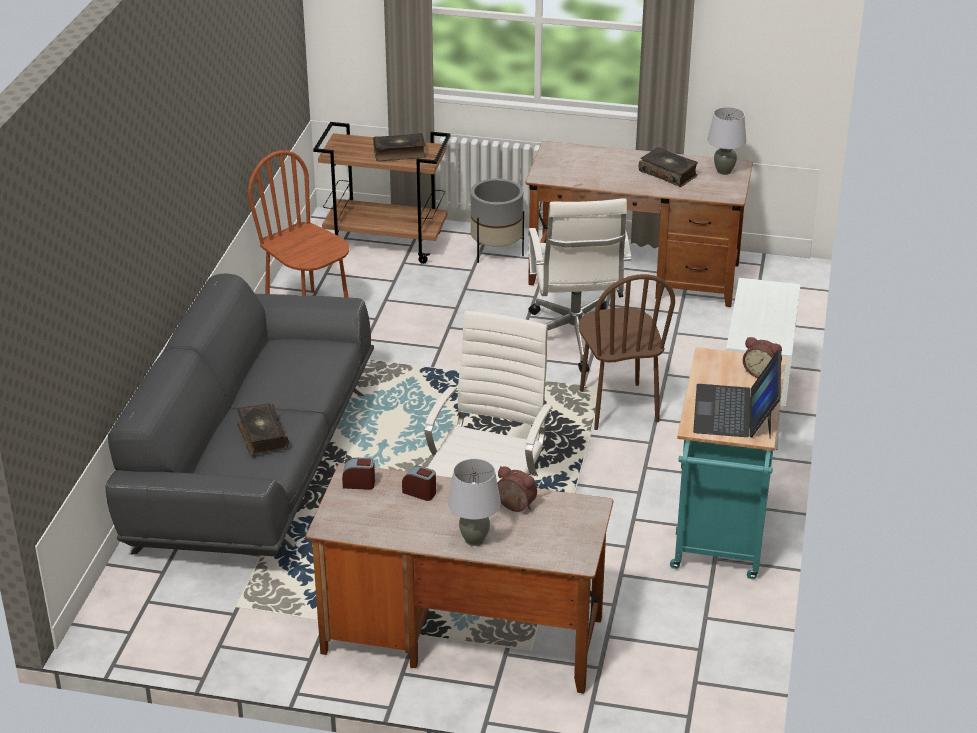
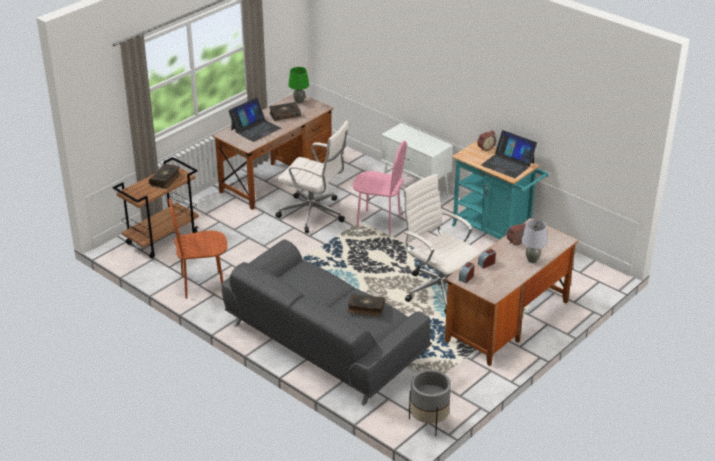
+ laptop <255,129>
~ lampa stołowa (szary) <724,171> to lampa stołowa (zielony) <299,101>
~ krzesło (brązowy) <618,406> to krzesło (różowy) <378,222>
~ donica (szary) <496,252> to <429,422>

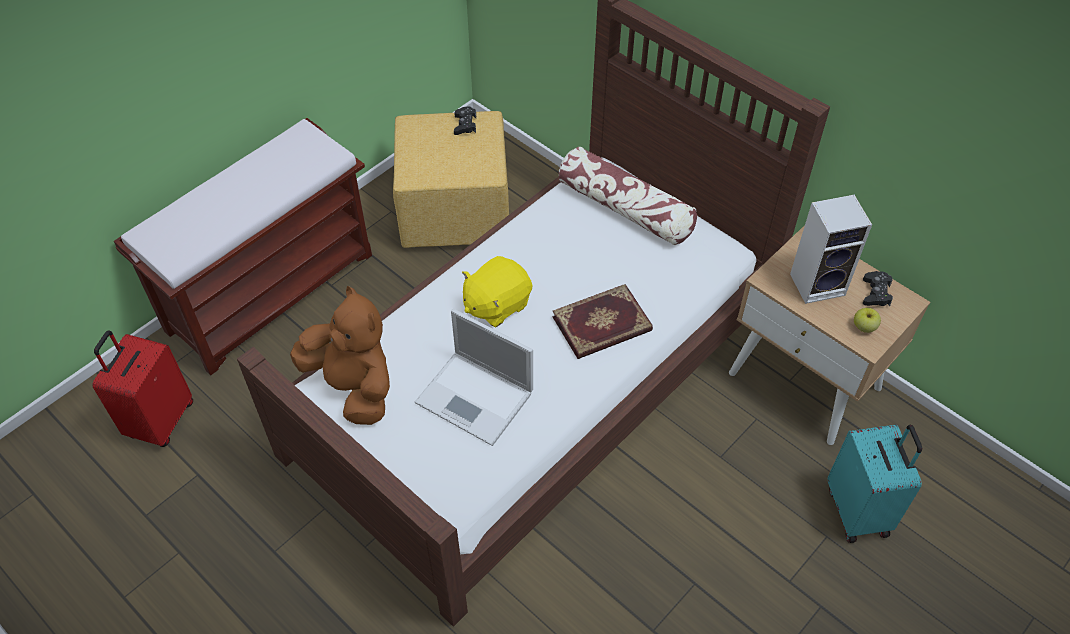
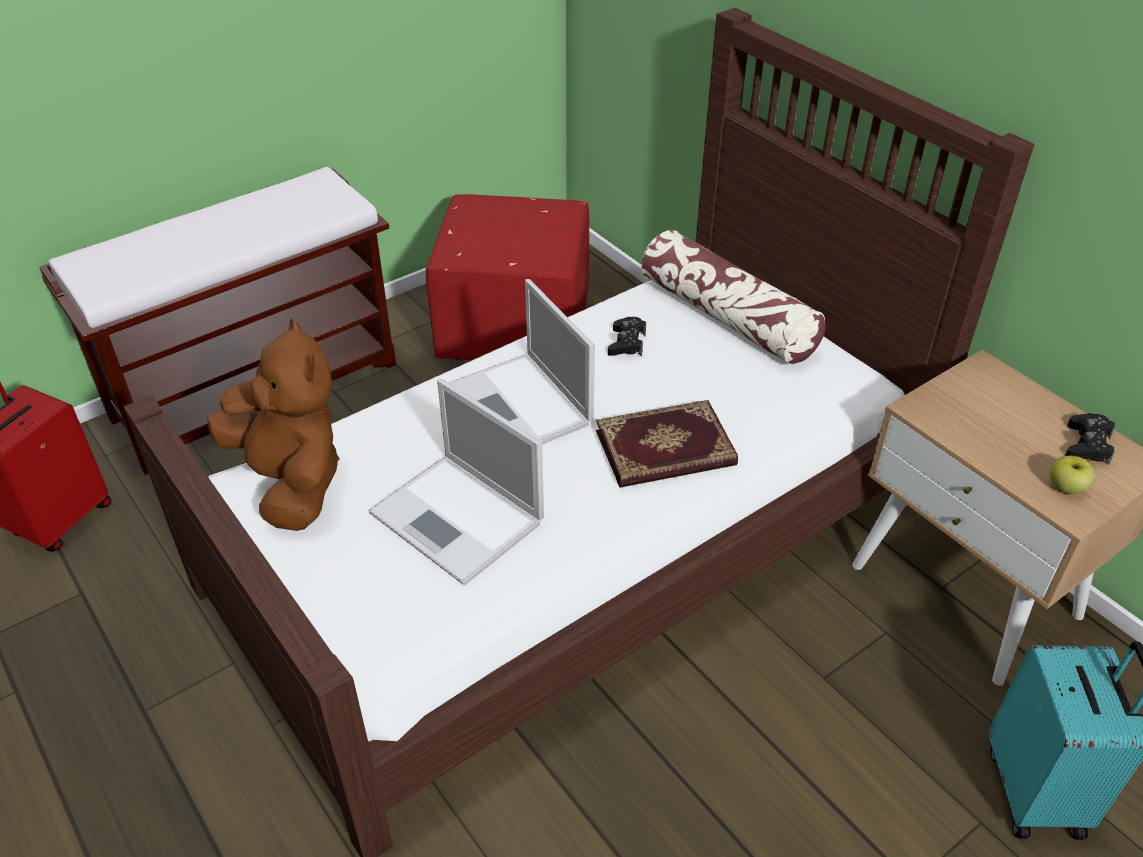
~ pufa (żółty) <455,211> to pufa (czerwony) <515,328>
~ pluszak (żółty) <496,304> to laptop <521,406>
~ pad do gier (czarny) <465,124> to <627,343>
- głośnik <819,283>

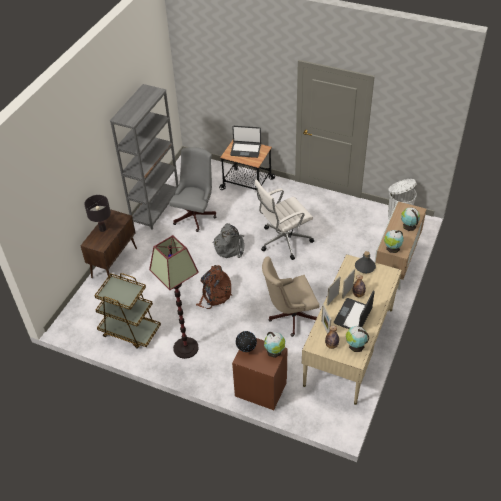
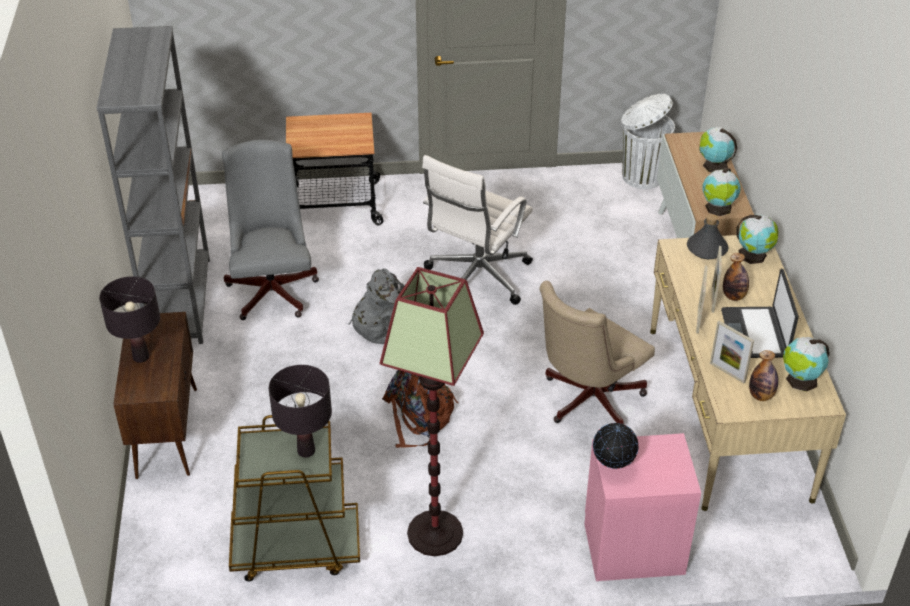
+ lampa stołowa (czarny) <306,451>
~ szafka nocna (brązowy) <261,389> to szafka nocna (różowy) <633,547>
~ globus <274,351> to <754,255>
- laptop <245,150>

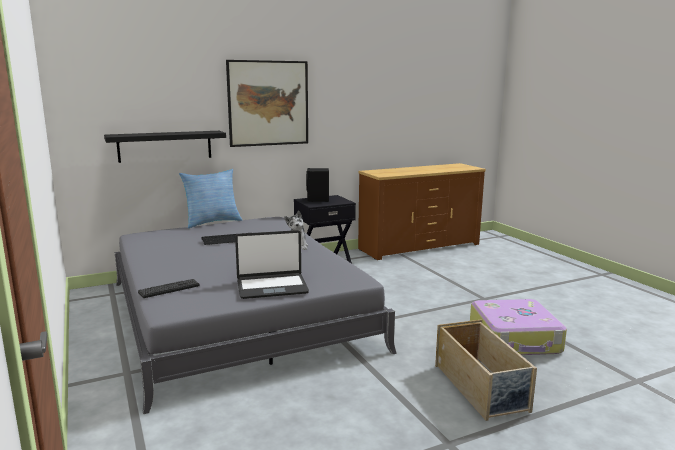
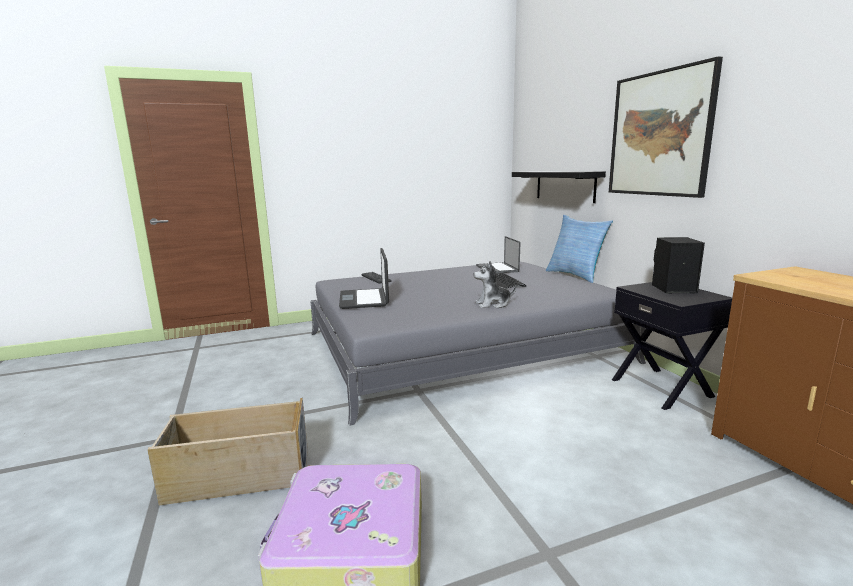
+ laptop <497,269>

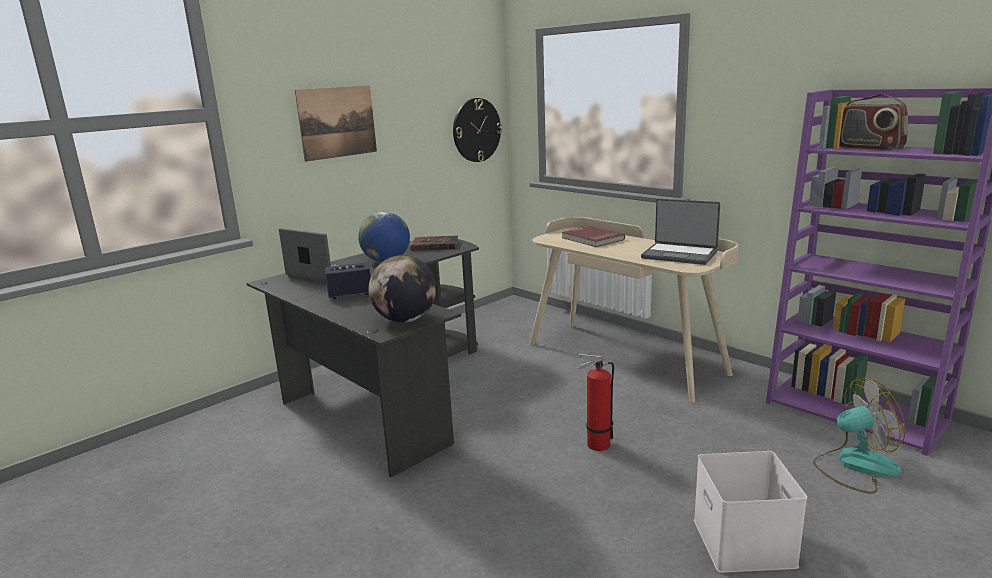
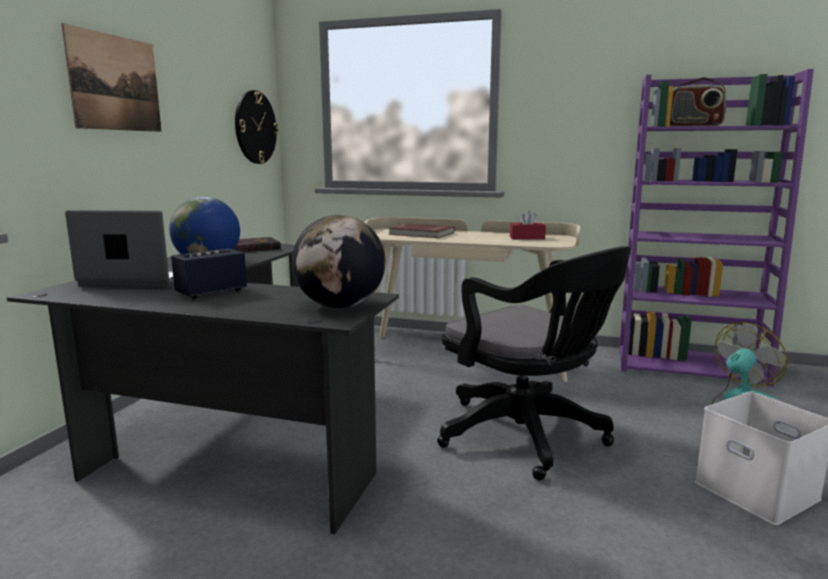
~ gaśnica <595,445> to krzesło biurowe (czarny) <528,437>
~ laptop <679,255> to pudełko chusteczek (czerwony) <527,238>

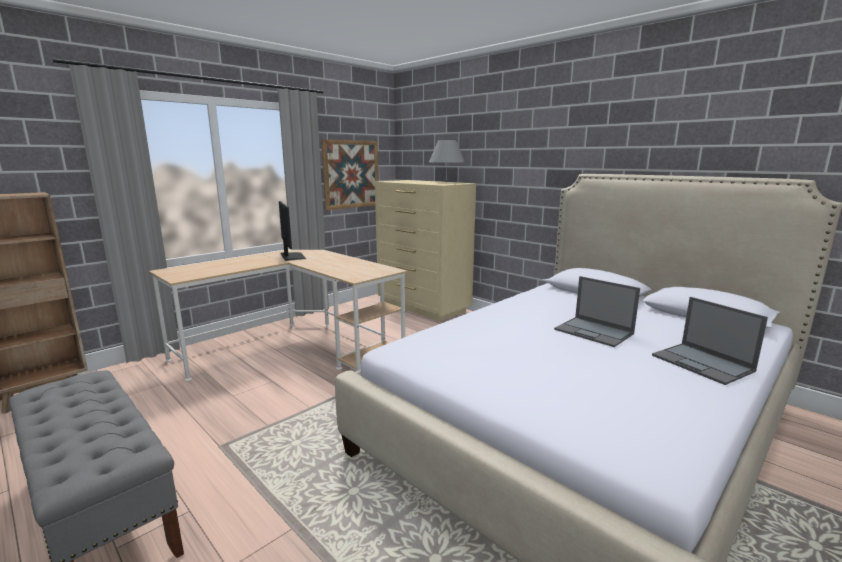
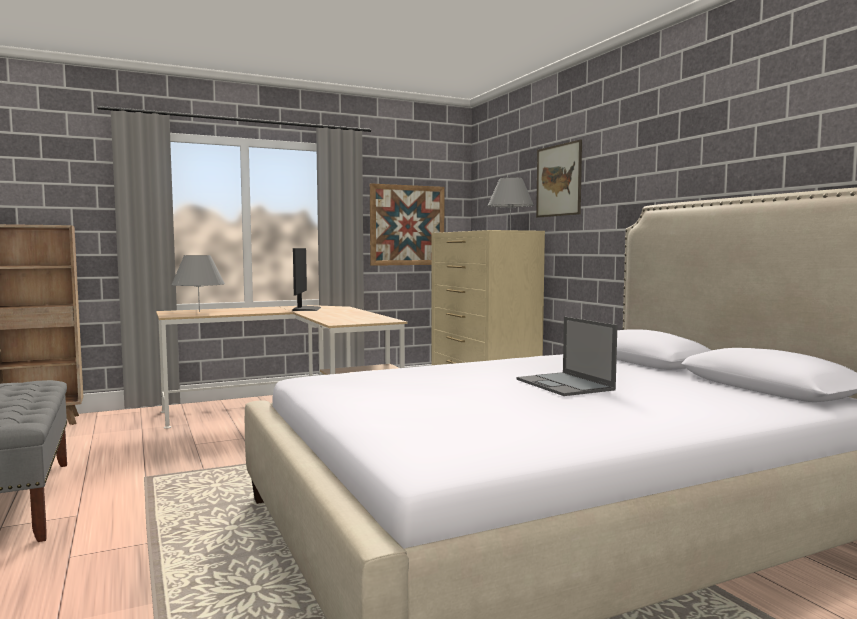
+ lampa stołowa (szary) <199,311>
+ obraz <558,180>
- laptop <703,363>

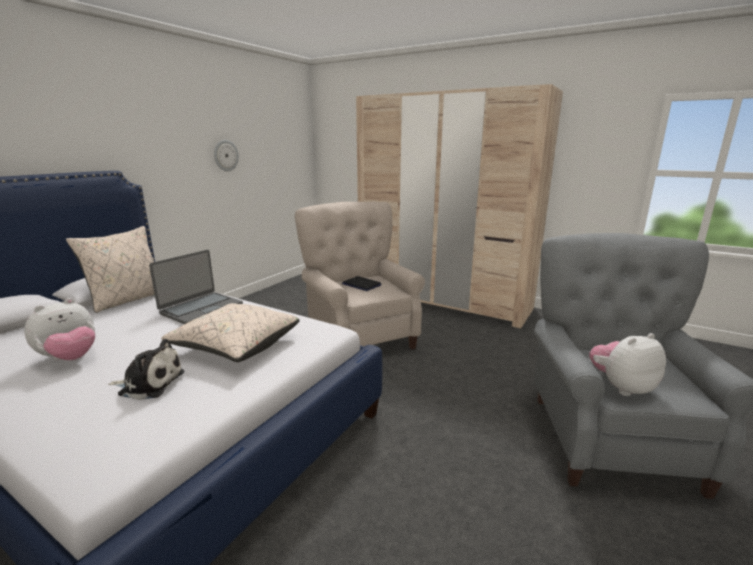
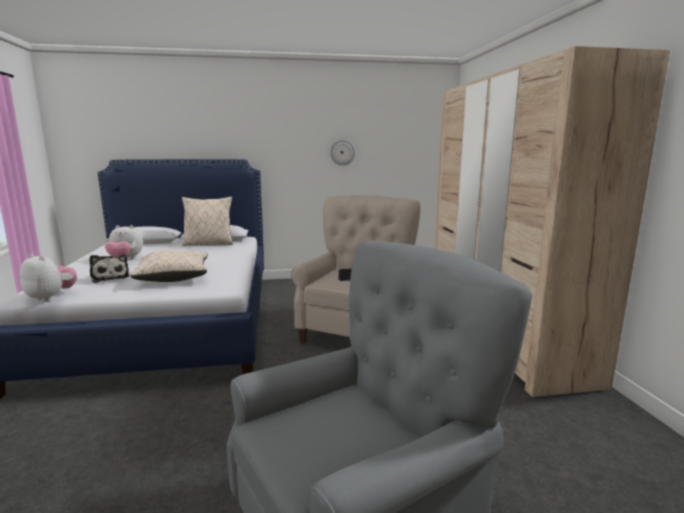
~ pluszak <621,387> to <51,297>
- laptop <201,309>

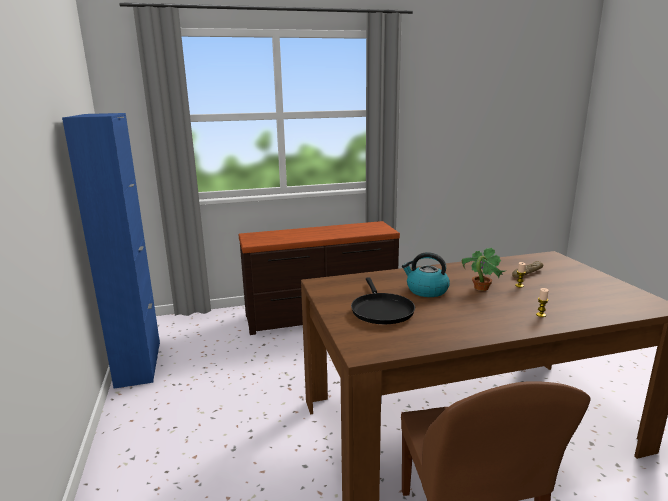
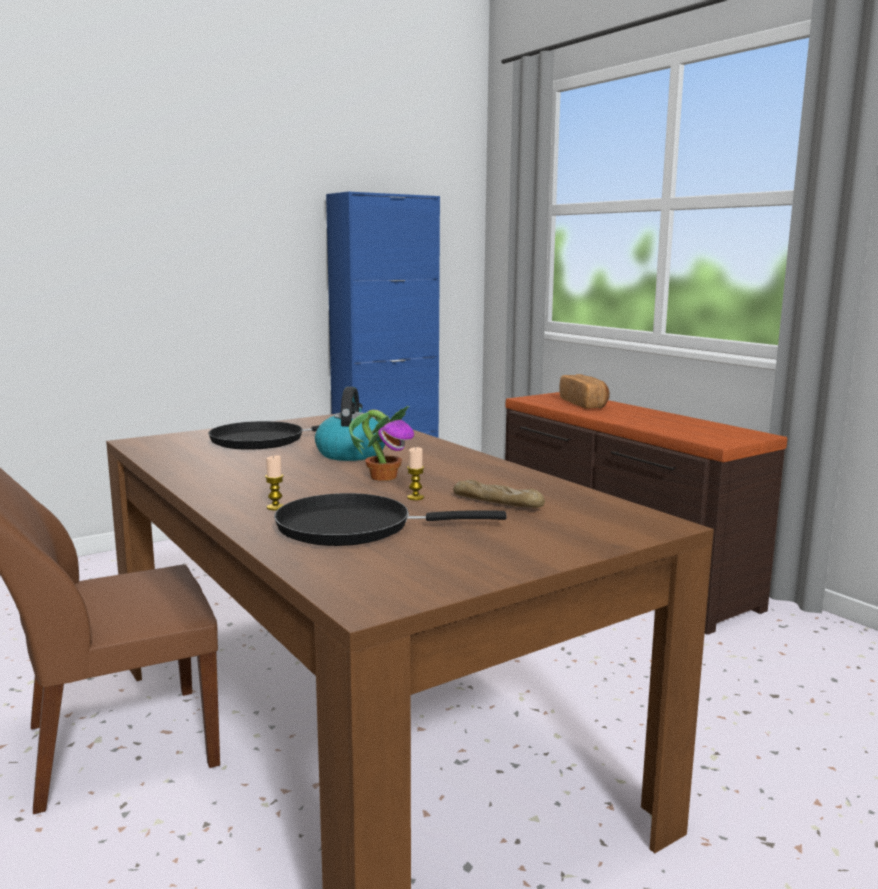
+ patelnia (czarny) <354,527>
+ chleb <584,404>

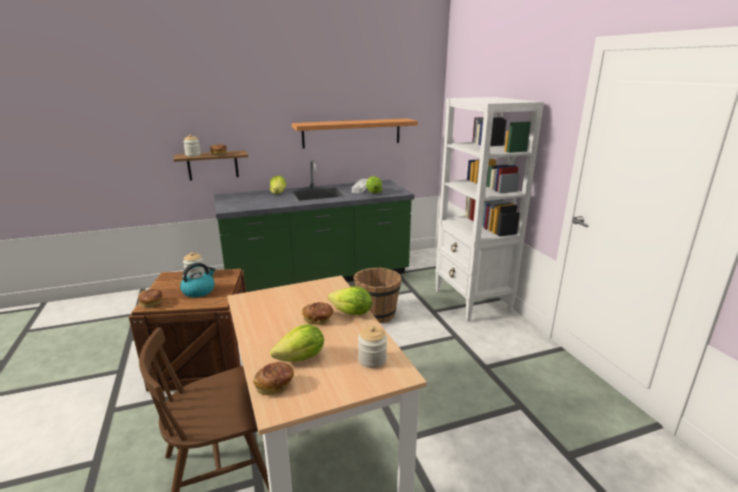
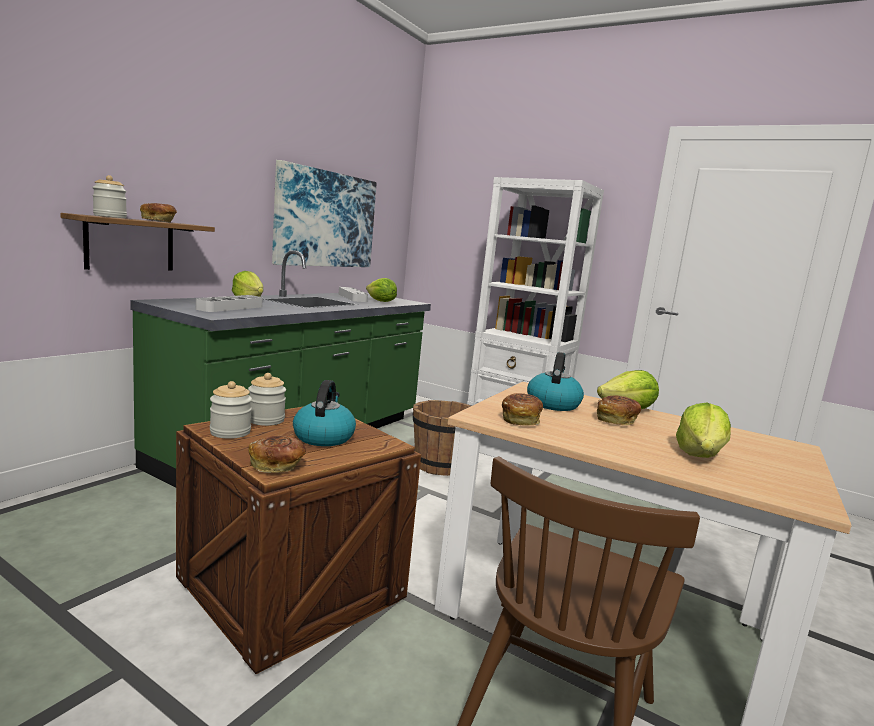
+ taca (szary) <230,308>
~ słoik <372,359> to <230,432>
~ półka <352,133> to obraz <326,219>
~ chleb <275,385> to <521,420>
+ czajnik <552,404>

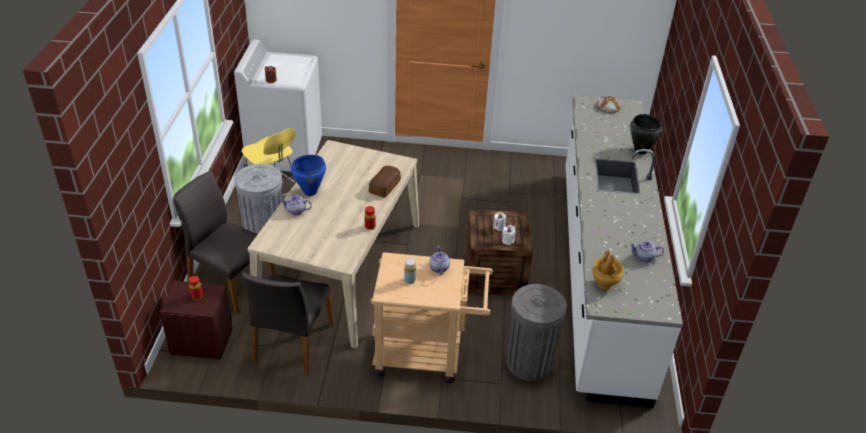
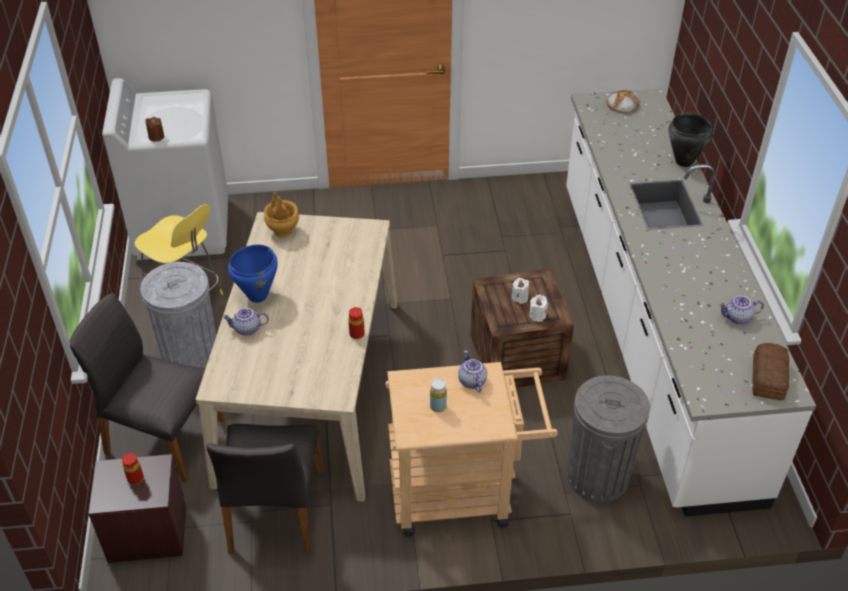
~ wazon (brązowy) <604,284> to <282,231>
~ chleb <385,186> to <769,377>

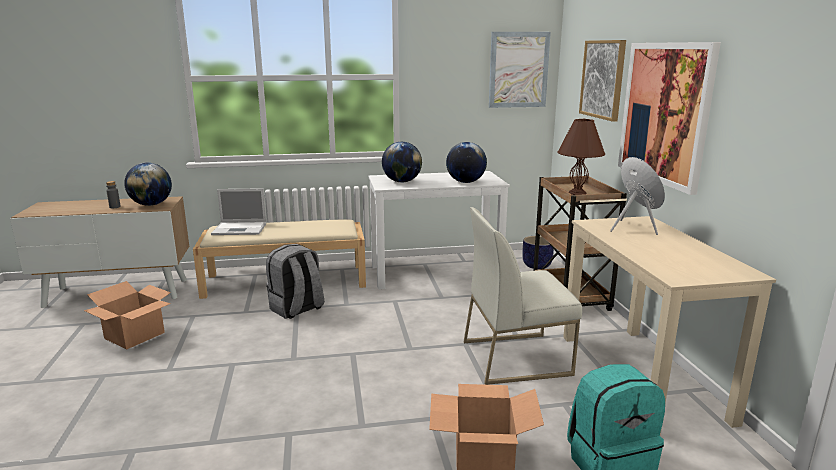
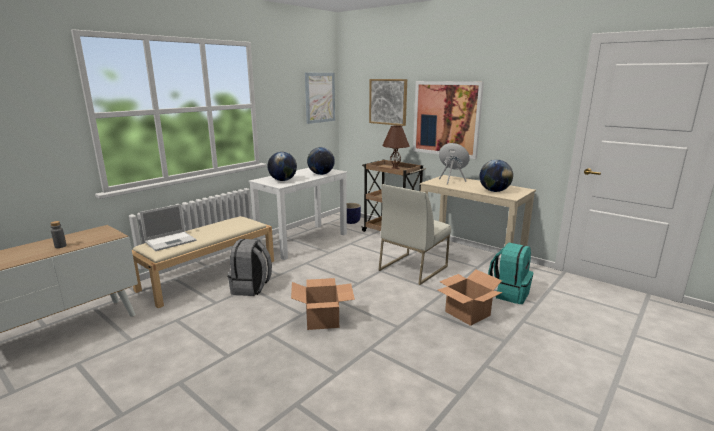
~ karton <135,335> to <322,319>
~ globus <151,204> to <494,191>

